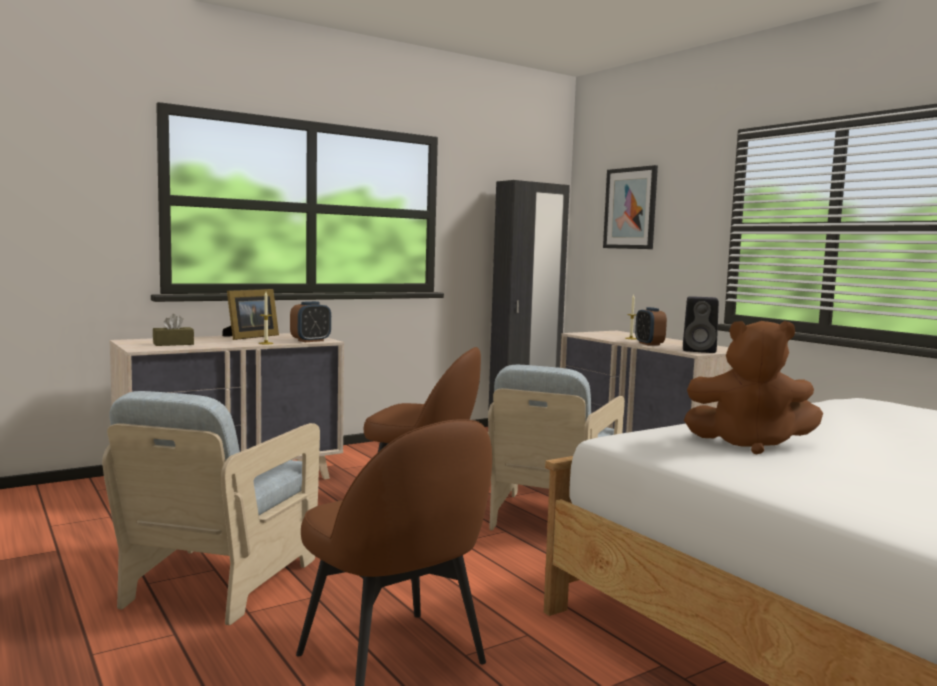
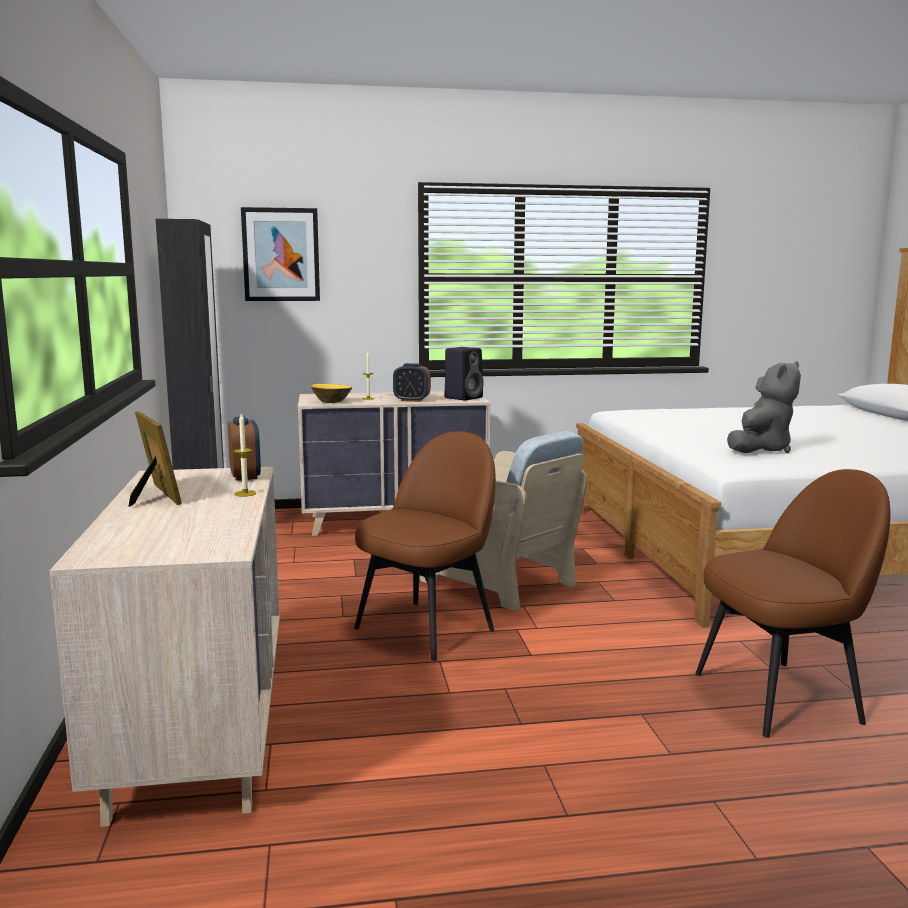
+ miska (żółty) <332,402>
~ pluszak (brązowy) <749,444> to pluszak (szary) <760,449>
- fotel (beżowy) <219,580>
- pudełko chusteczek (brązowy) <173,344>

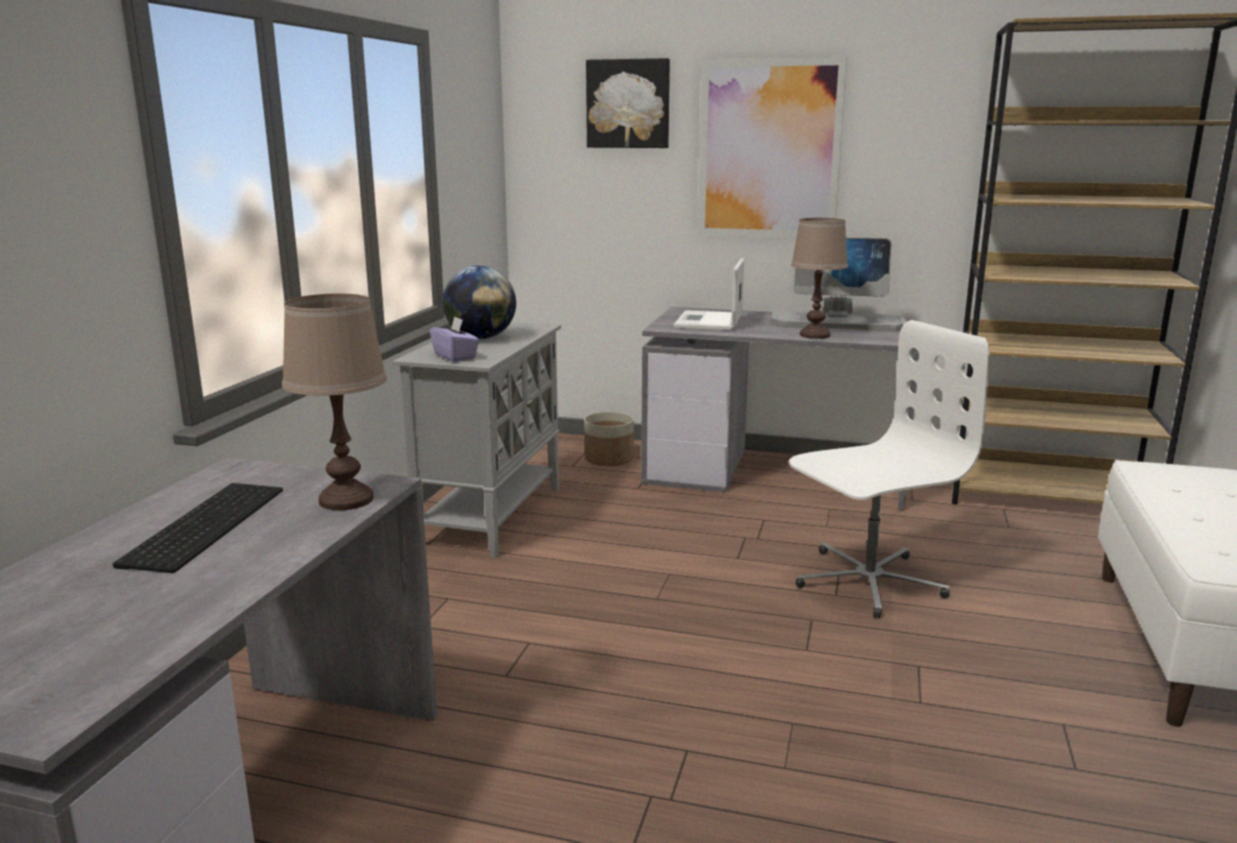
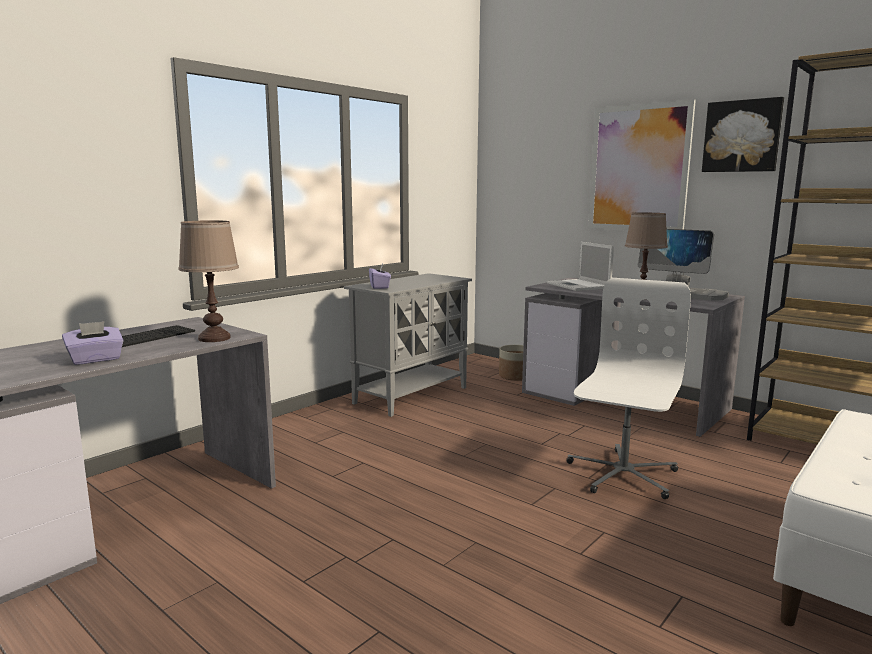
+ pudełko chusteczek (fioletowy) <95,359>
~ laptop <709,322> = <579,286> 60 degrees counterclockwise
~ krzesło biurowe (biały) <867,581> = <622,474> 60 degrees counterclockwise
~ obraz <628,104> to <742,136>
- globus <481,338>

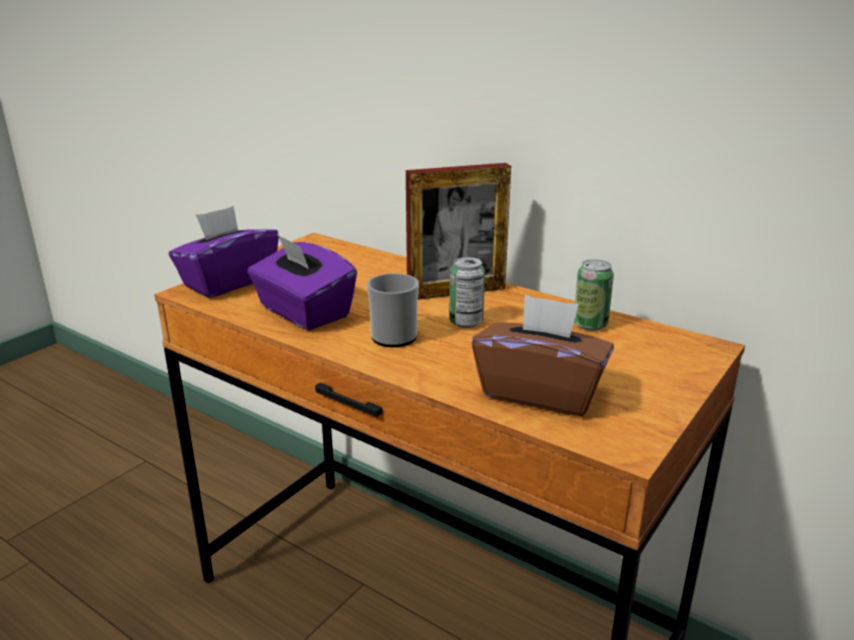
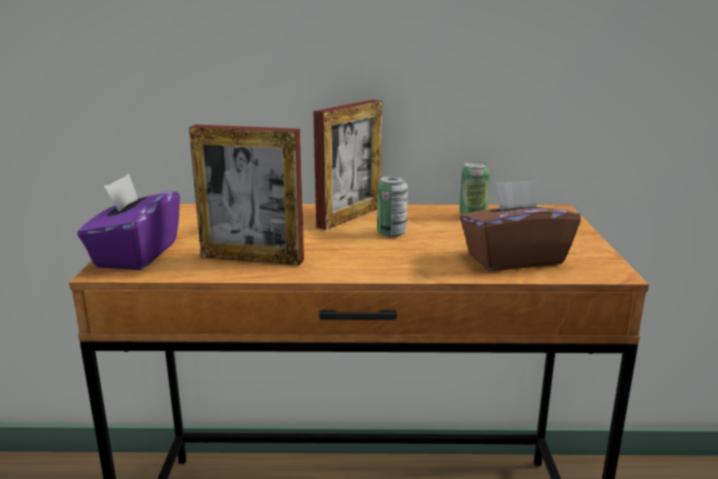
~ pudełko chusteczek (fioletowy) <303,312> to ramka na zdjęcie <252,258>
- kubek <392,334>

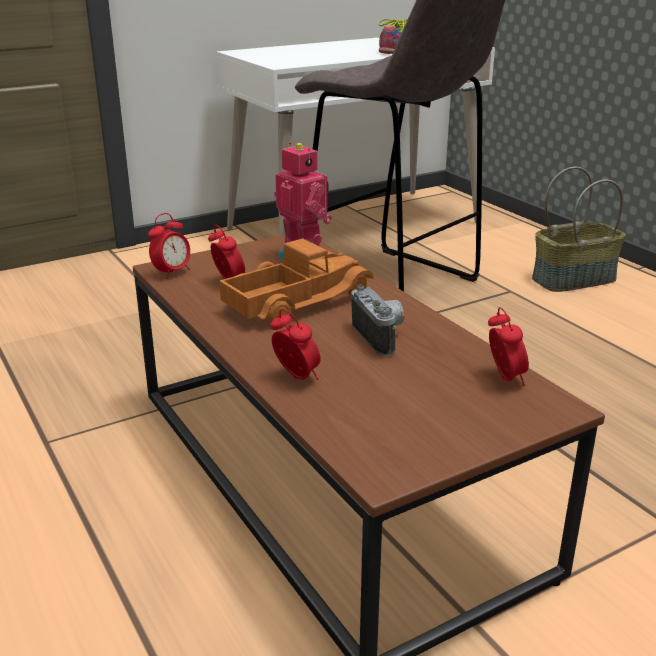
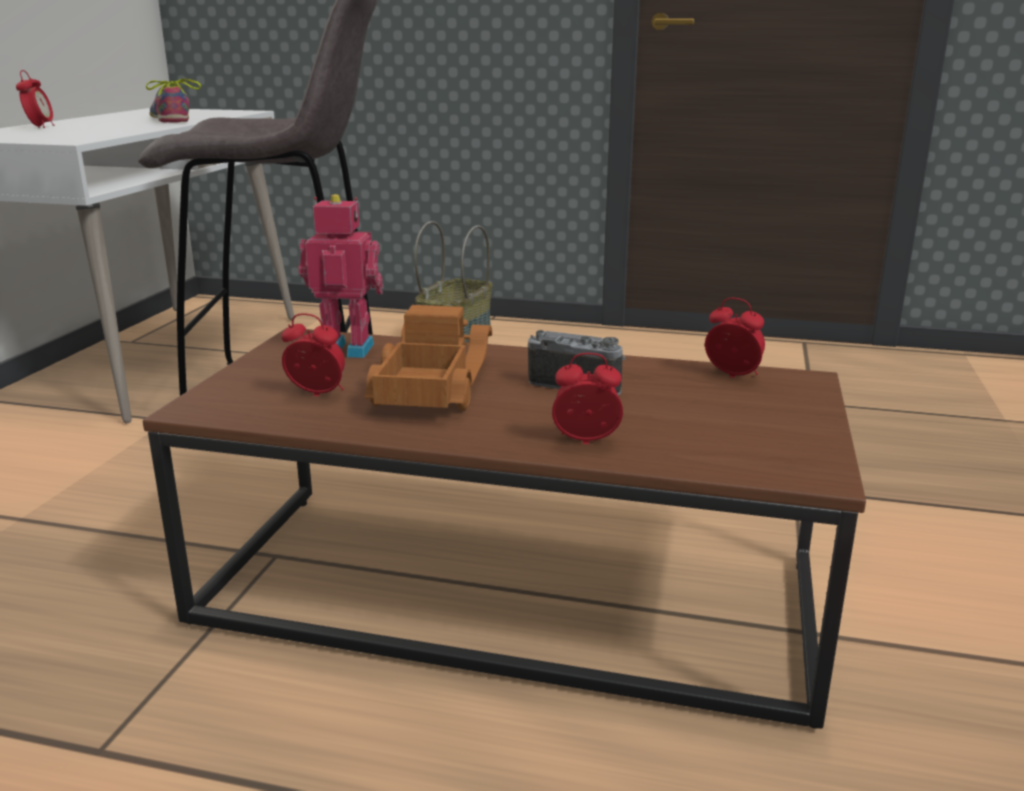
~ budzik <172,272> to <40,127>

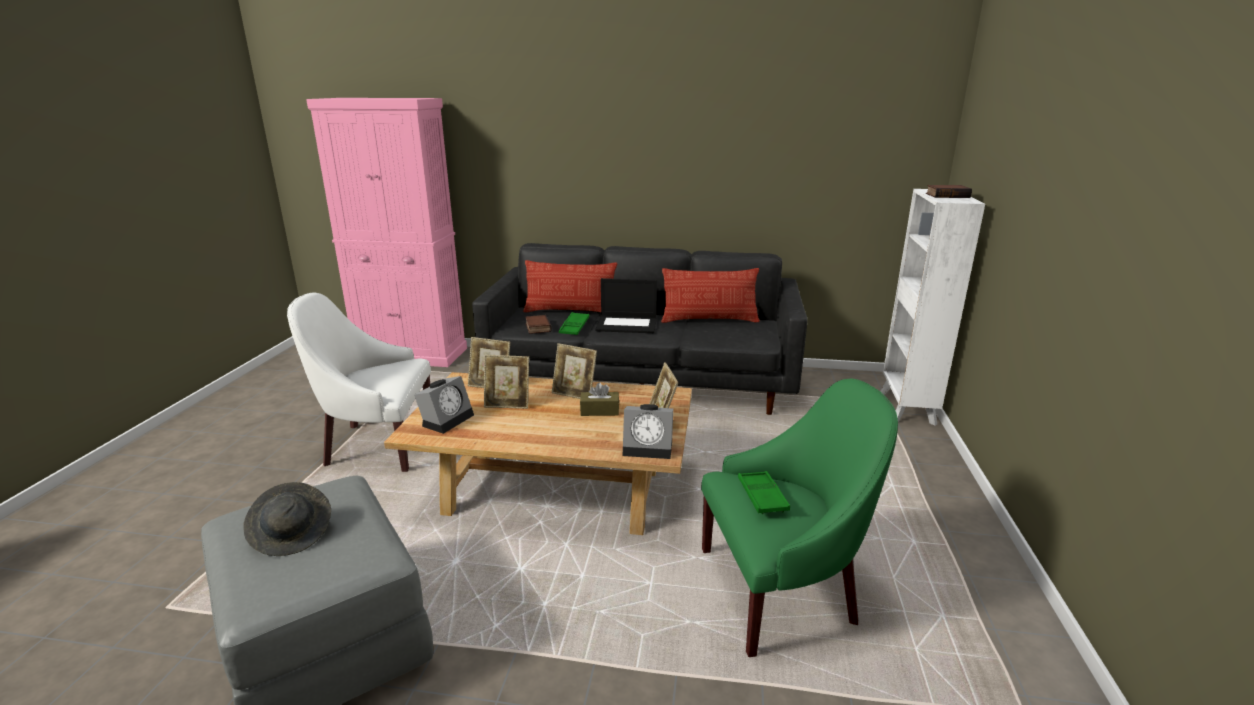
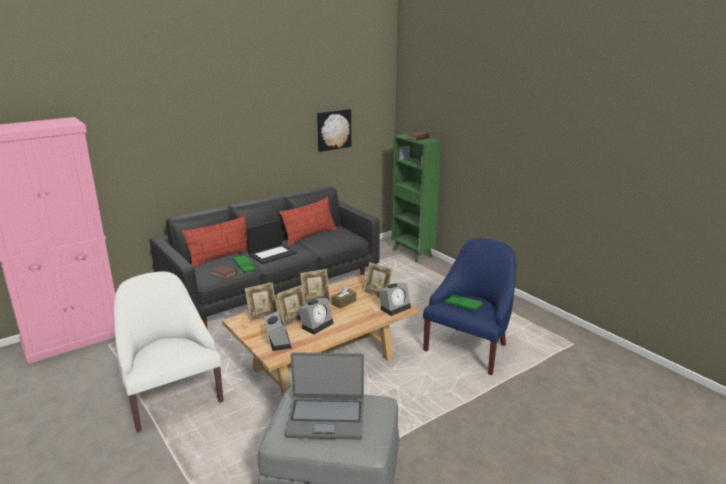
~ fotel (biały) <378,444> = <172,397> 105 degrees clockwise
~ kapelusz (szary) <292,533> to laptop <326,418>
+ budzik <317,324>
+ obraz <333,129>
~ regał (biały) <906,408> to regał (zielony) <412,254>
~ fotel (zielony) <781,590> to fotel (niebieski) <469,348>

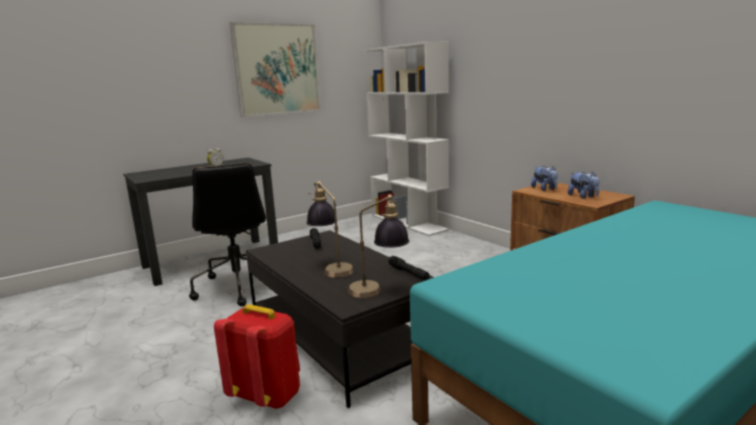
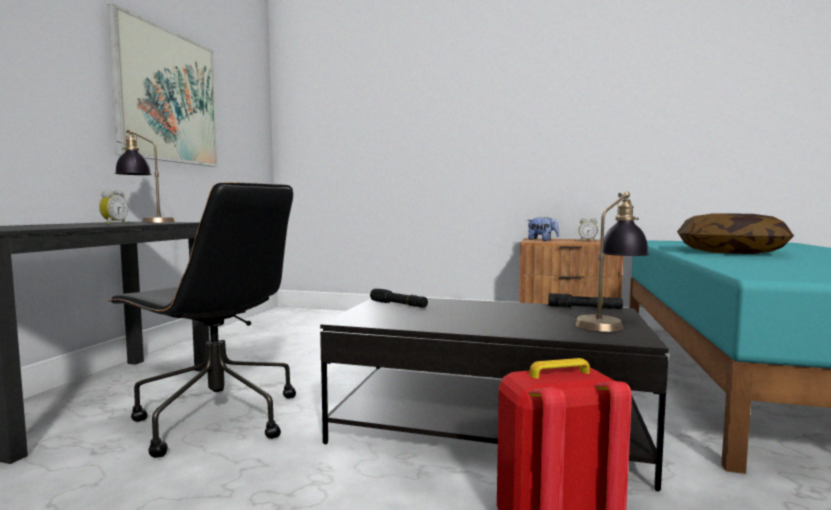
~ lampa stołowa <331,267> to <147,222>
~ pluszak <583,197> to budzik <587,241>
+ poduszka <730,252>
- regał (biały) <409,222>

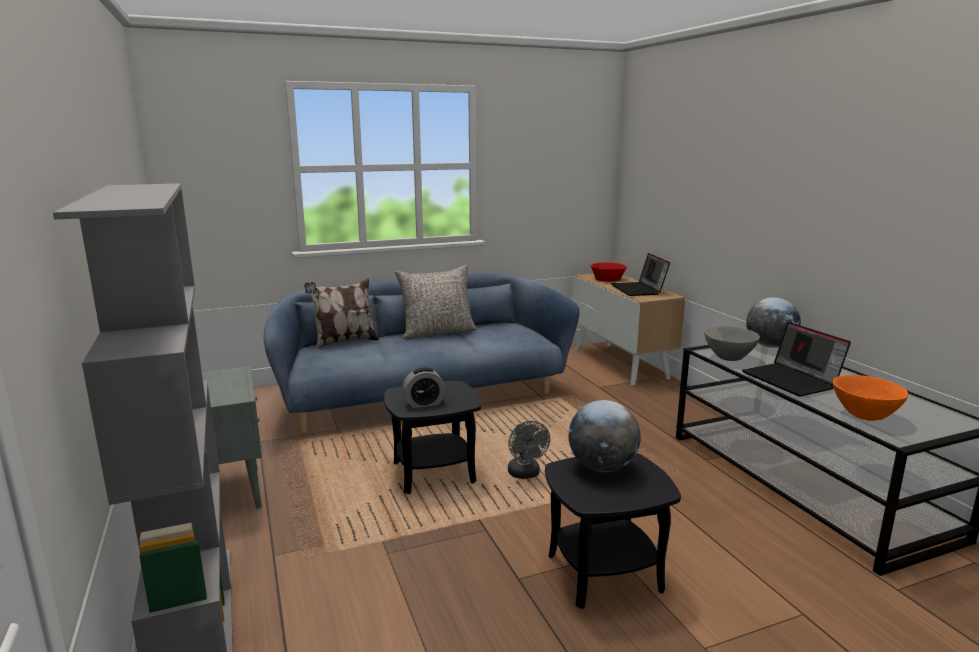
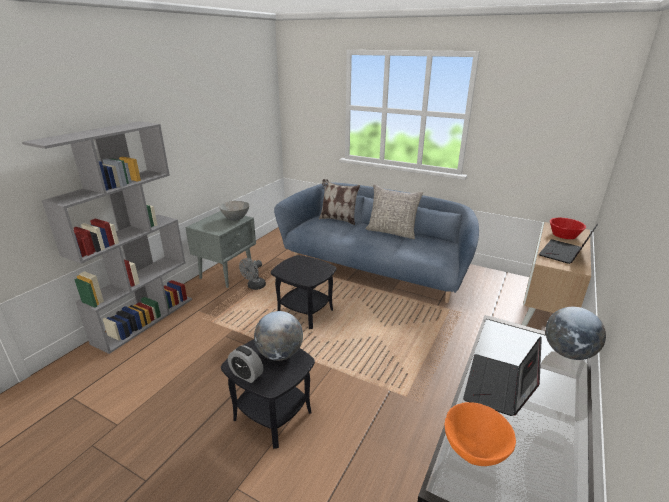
~ miska (szary) <729,358> to <236,219>
~ budzik <424,403> to <246,375>
~ wentylator (szary) <525,474> to <254,287>

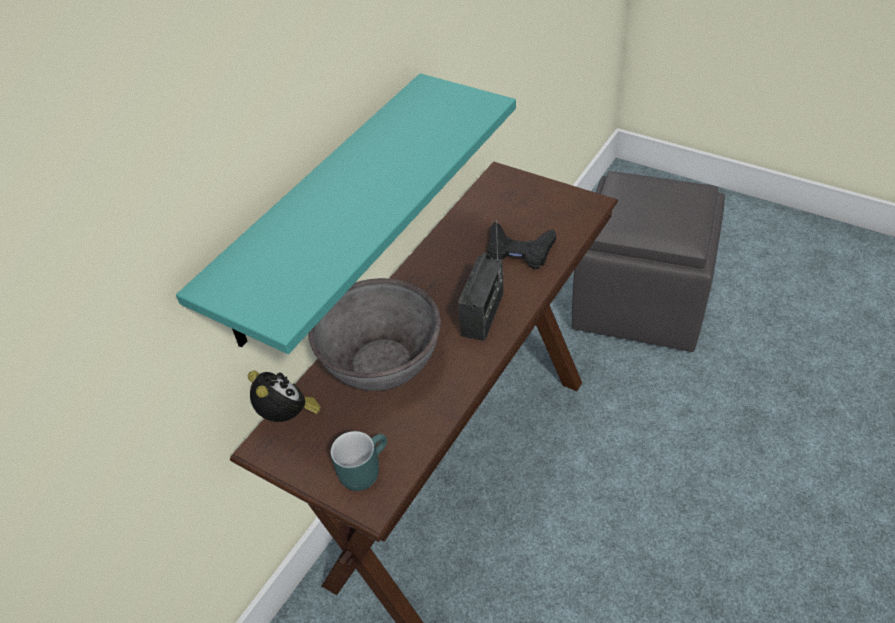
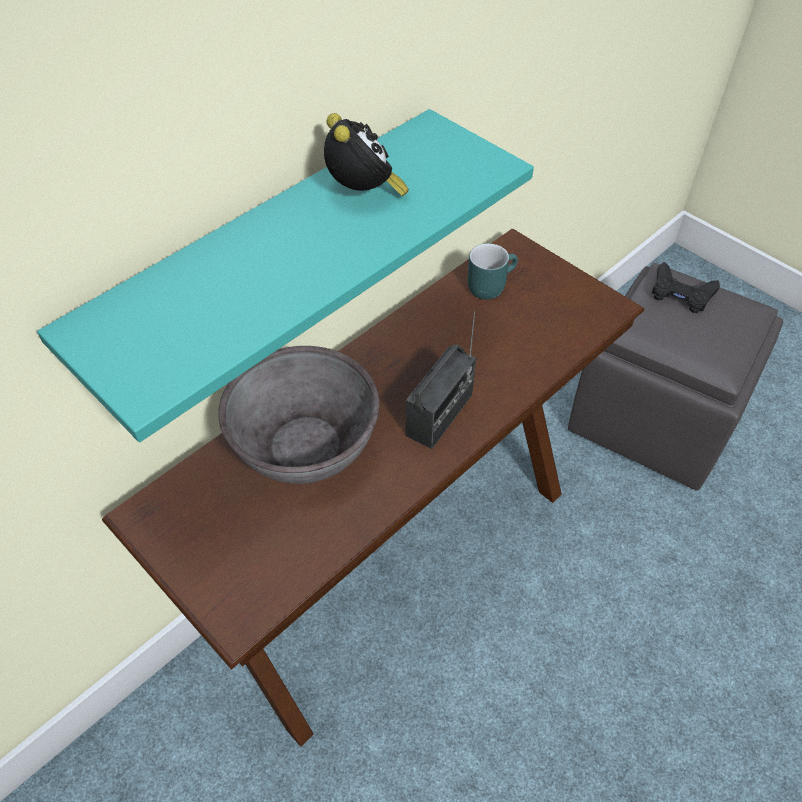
~ budzik <288,417> to <364,194>
~ kubek (turkusowy) <362,469> to <489,284>
~ pad do gier (czarny) <519,251> to <681,293>

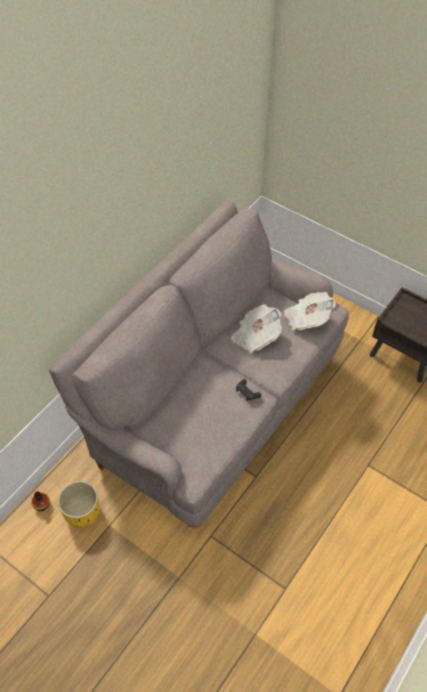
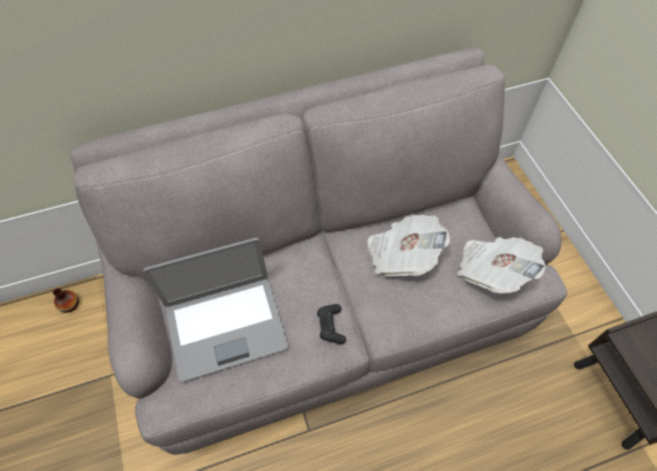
+ laptop <226,326>
- donica (żółty) <83,512>

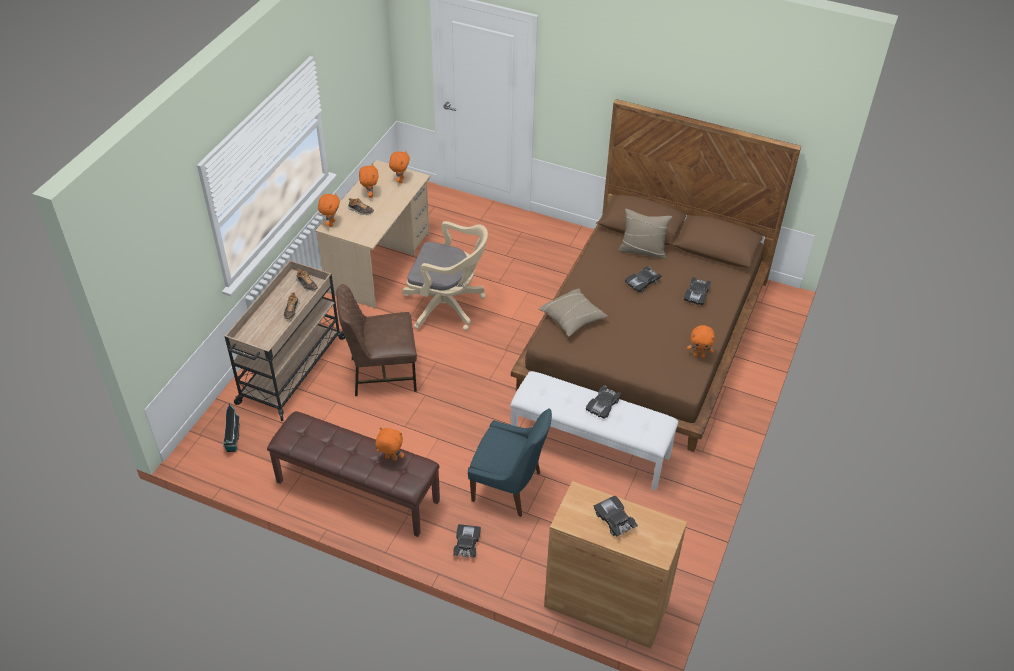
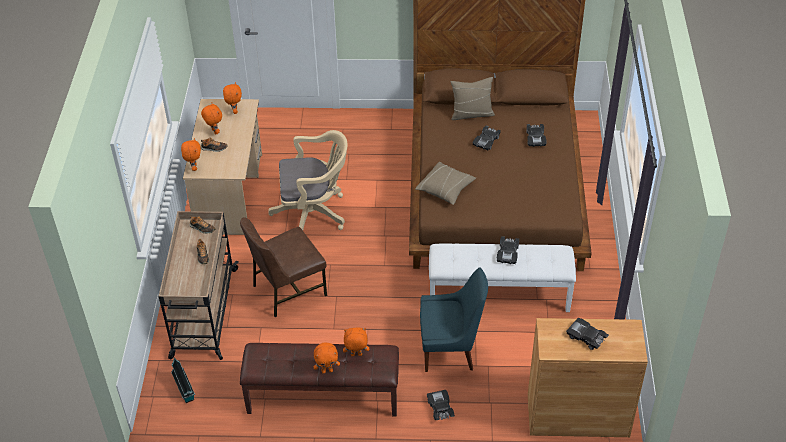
~ pluszak (pomarańczowy) <699,355> to <327,370>

